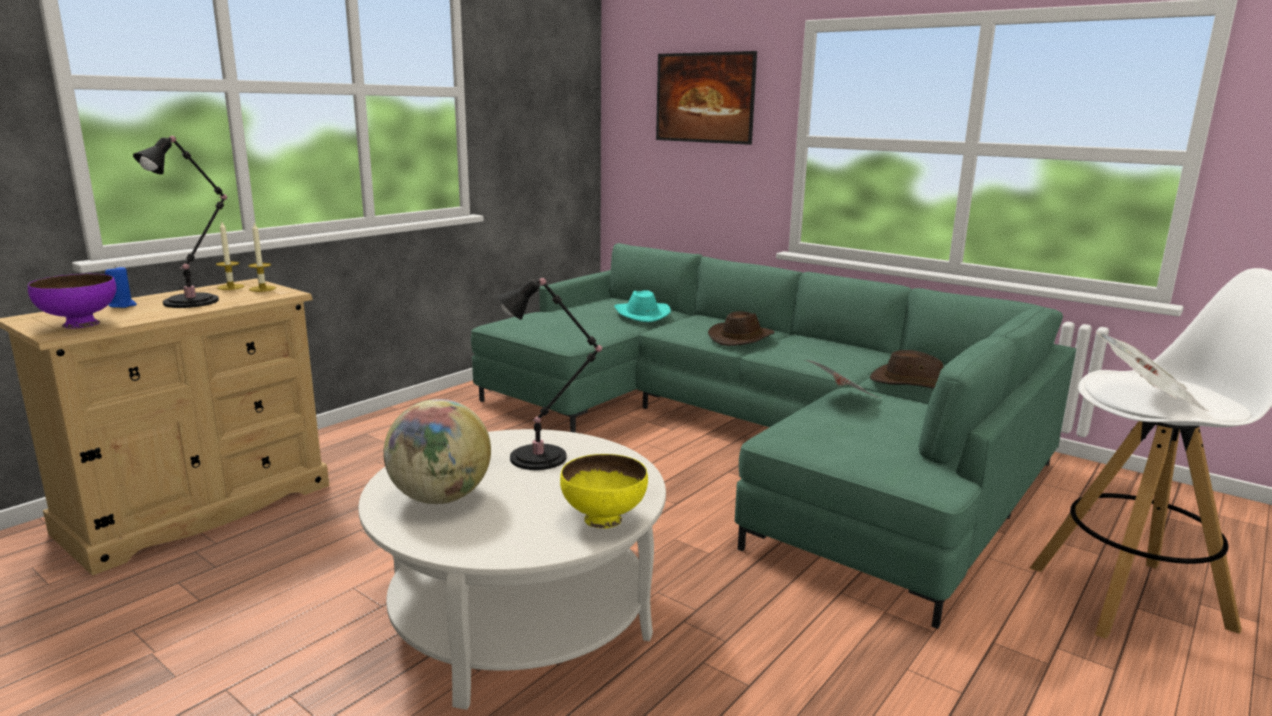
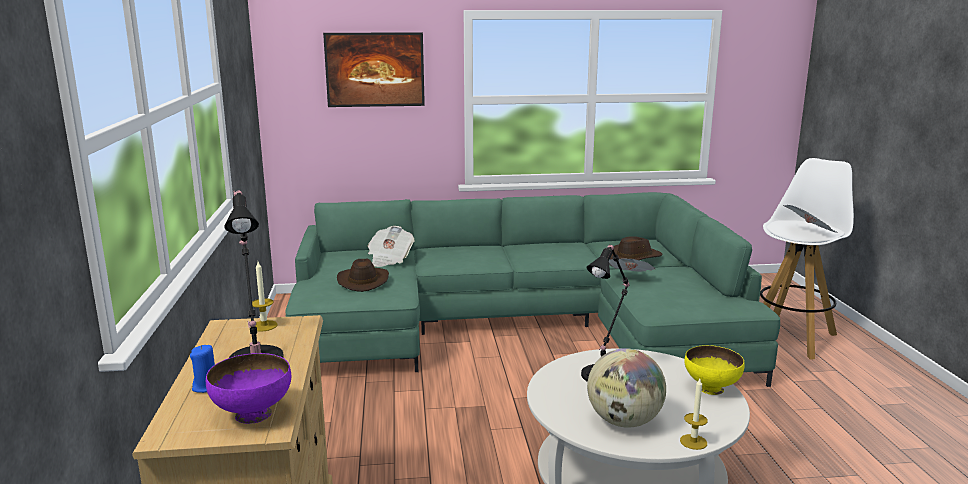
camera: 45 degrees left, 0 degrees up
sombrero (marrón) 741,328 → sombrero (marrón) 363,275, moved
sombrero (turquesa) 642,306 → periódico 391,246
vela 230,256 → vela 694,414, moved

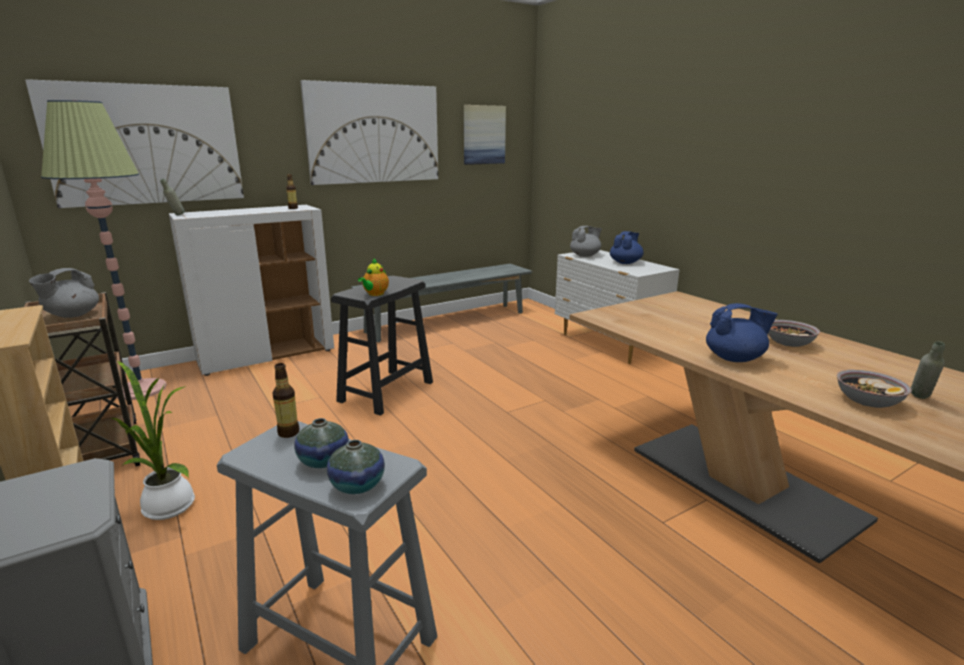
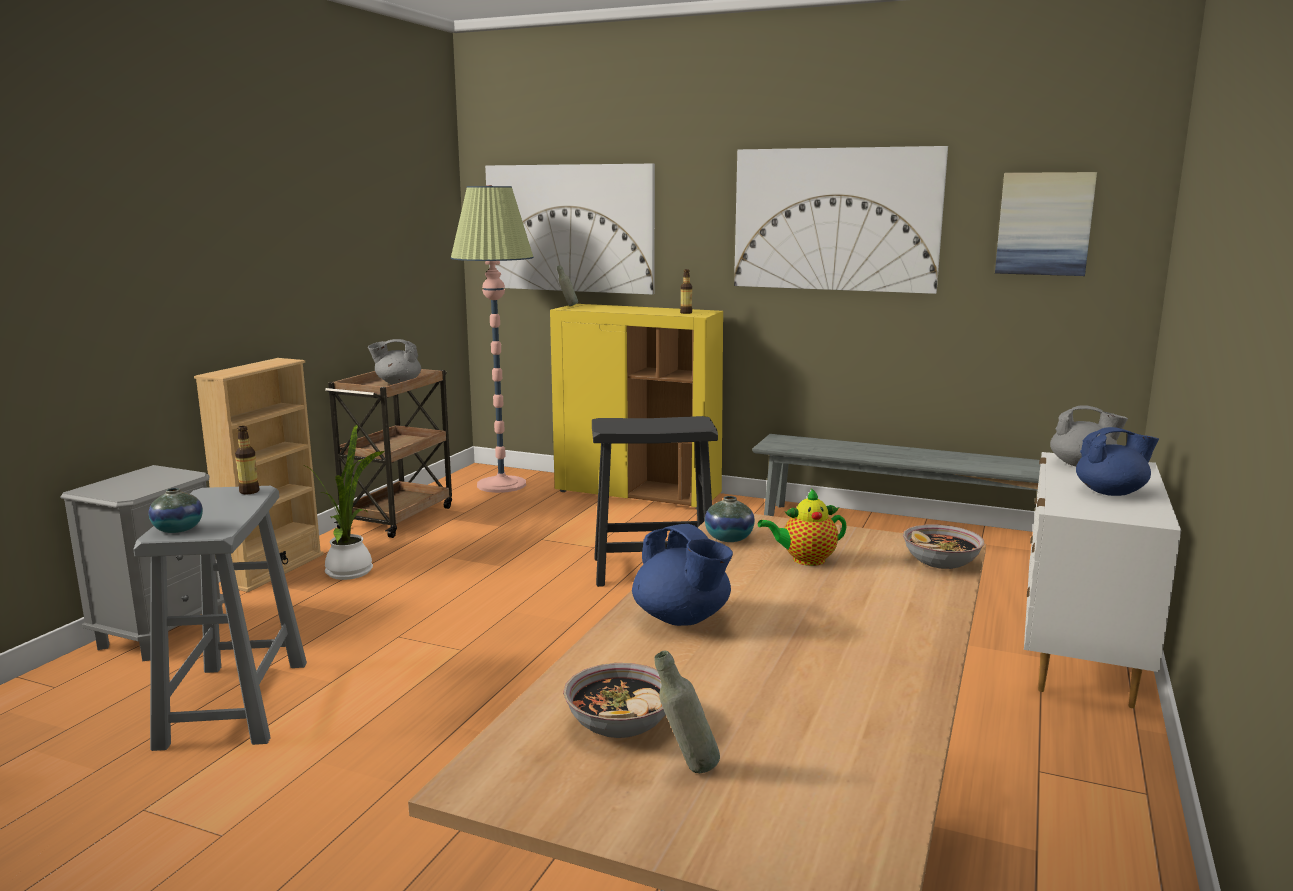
camera: 55 degrees right, 5 degrees down
armario (blanco) 251,290 → armario (amarillo) 636,407
florero 321,443 → florero 730,519, moved
tetera 373,277 → tetera 802,527, moved
cuenco 794,333 → cuenco 943,547, moved

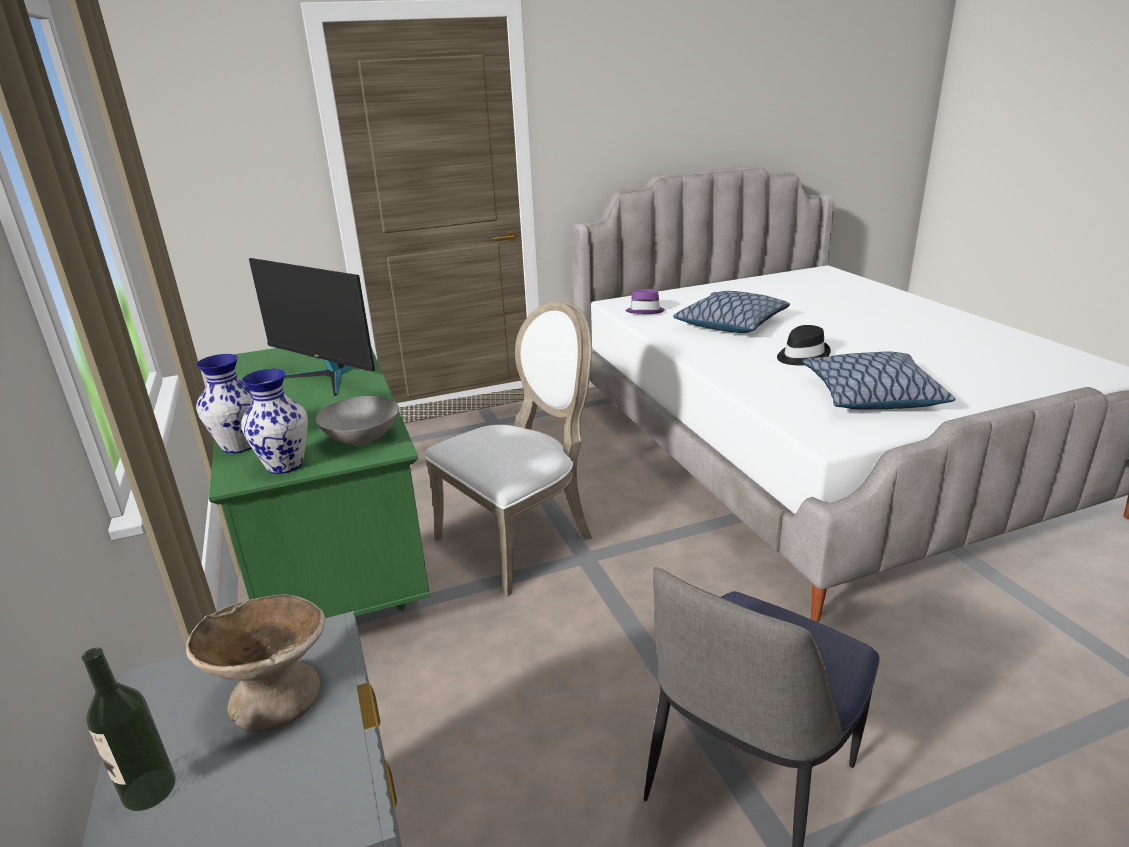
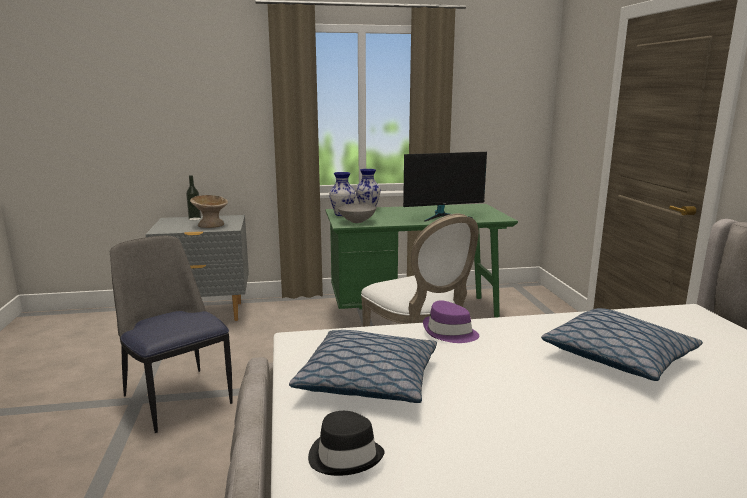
camera: 100 degrees right, 10 degrees down
sombrero (negro) 804,345 → sombrero (negro) 346,443, moved
monitor 312,327 → monitor 445,187, 150 degrees counterclockwise
sombrero (morado) 645,301 → sombrero (morado) 451,321, moved

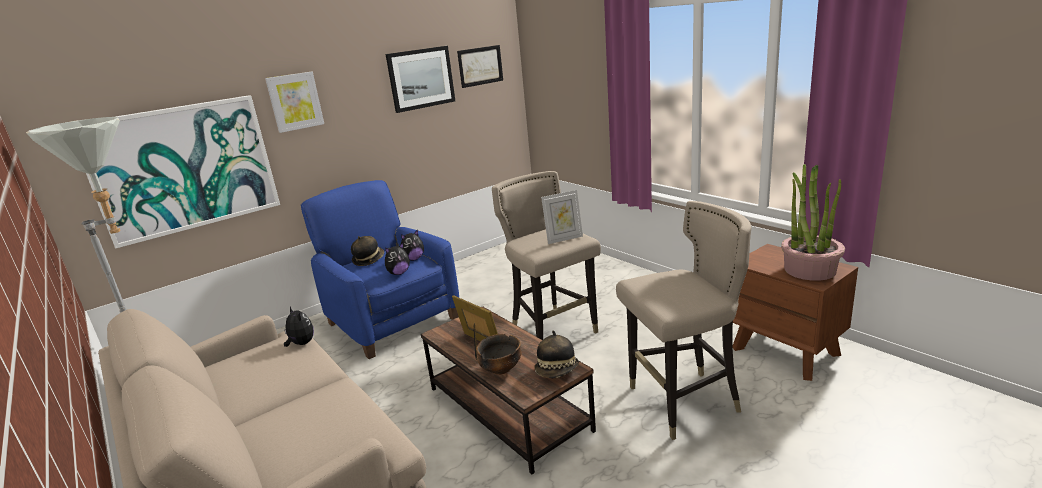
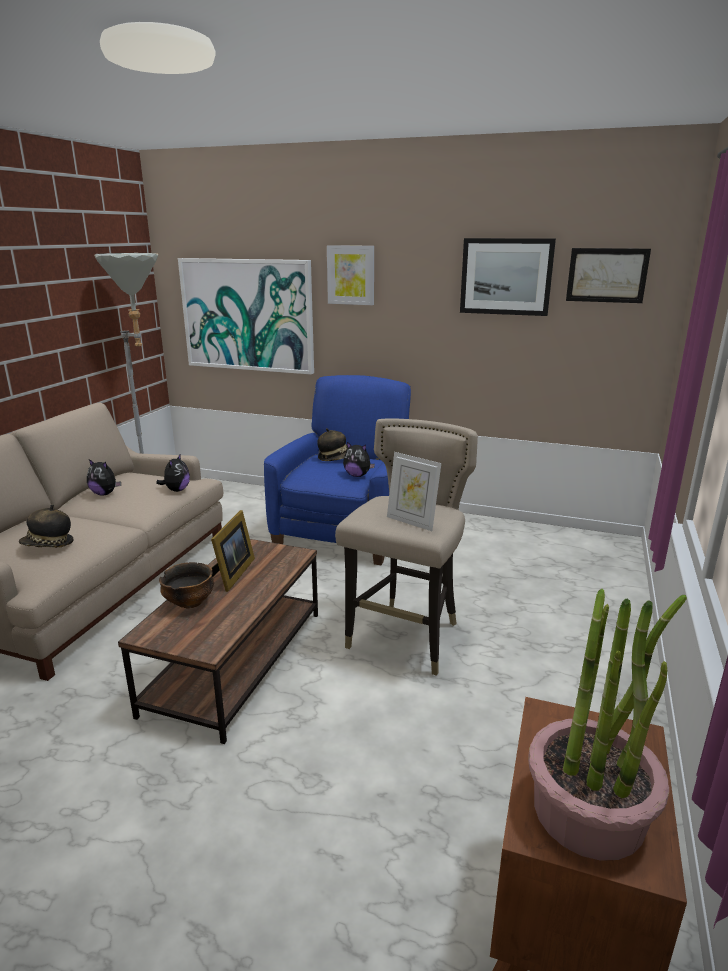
camera: 55 degrees right, 0 degrees up
sombrero 556,354 → sombrero 46,526, moved
peluche 397,259 → peluche 104,477, moved
taburete (beis) 683,320 → -

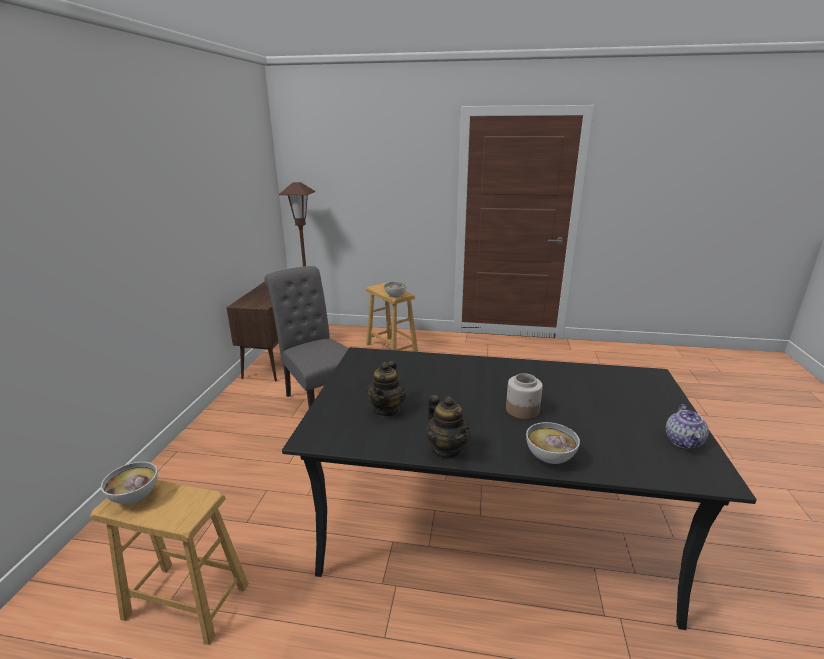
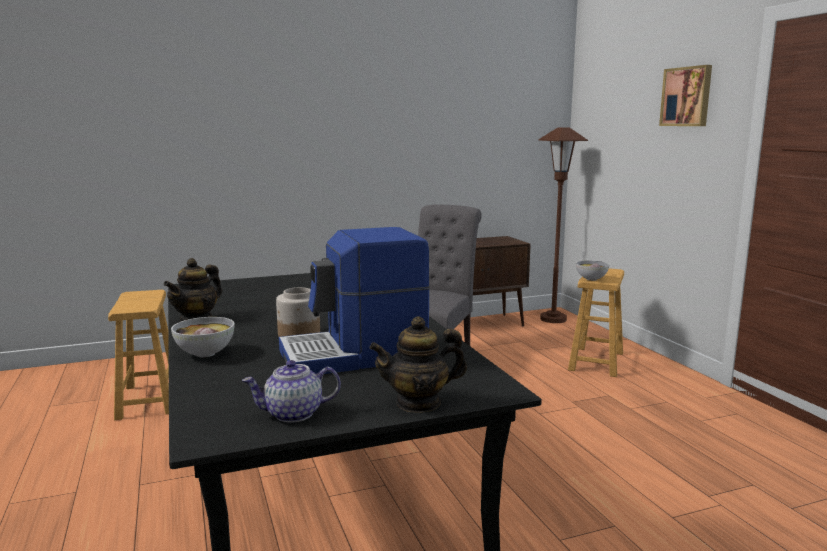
camera: 60 degrees right, 10 degrees down
- → cafetera 354,300
tetera 386,389 → tetera 418,364, moved
- → cuadro 685,95
cuenco 129,483 → -

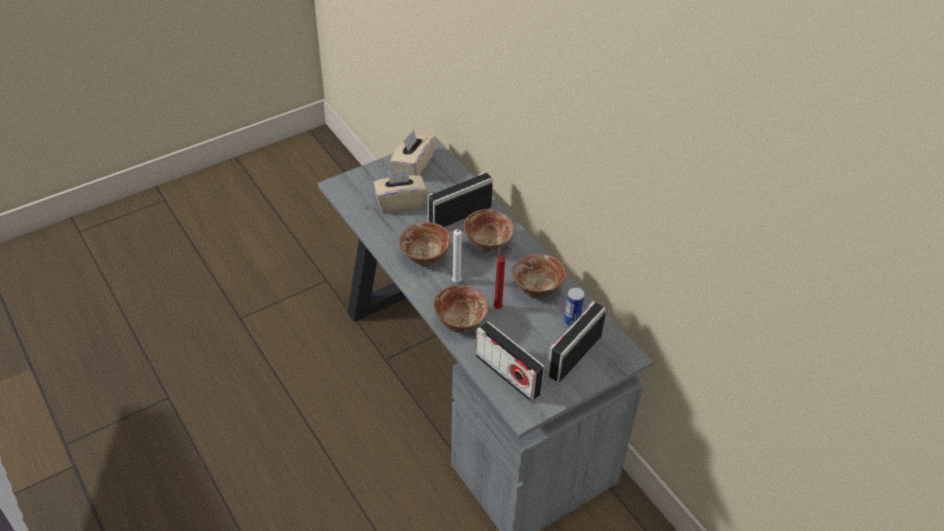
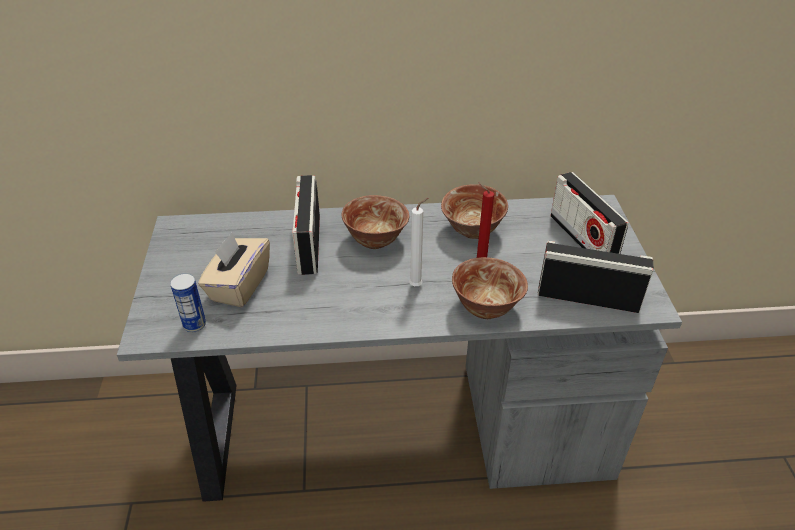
camera: 60 degrees left, 5 degrees down
lata 574,307 → lata 188,302, moved
radio 510,361 → radio 596,277, 150 degrees counterclockwise
caja de pañuelos (beis) 413,152 → -
cuenco 425,244 → -

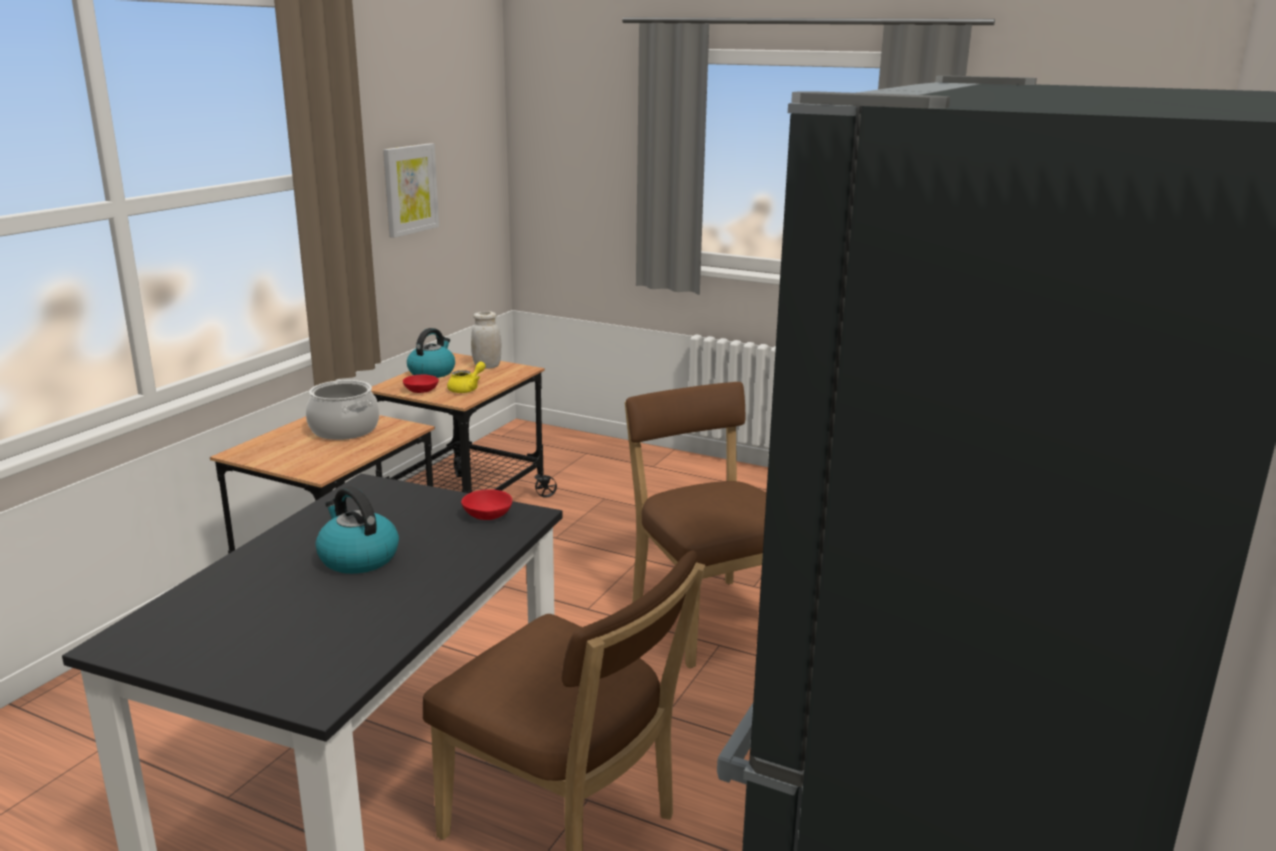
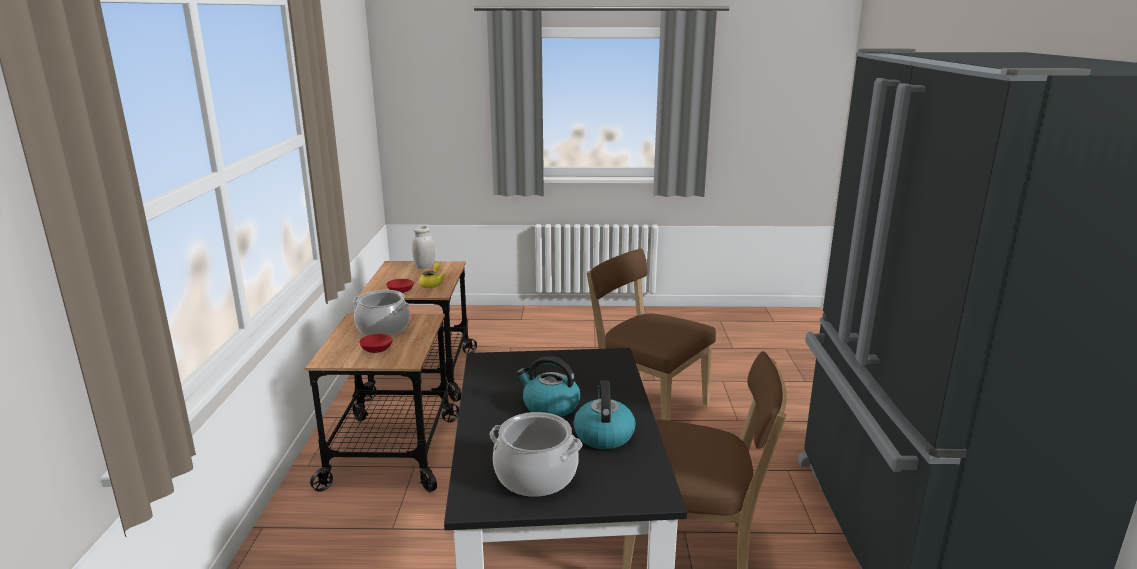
camera: 25 degrees left, 0 degrees up
cuenco (rojo) 486,504 → cuenco (rojo) 375,343, moved
- → olla 536,454
hervidor 431,353 → hervidor 604,414, moved
cuadro 411,190 → -

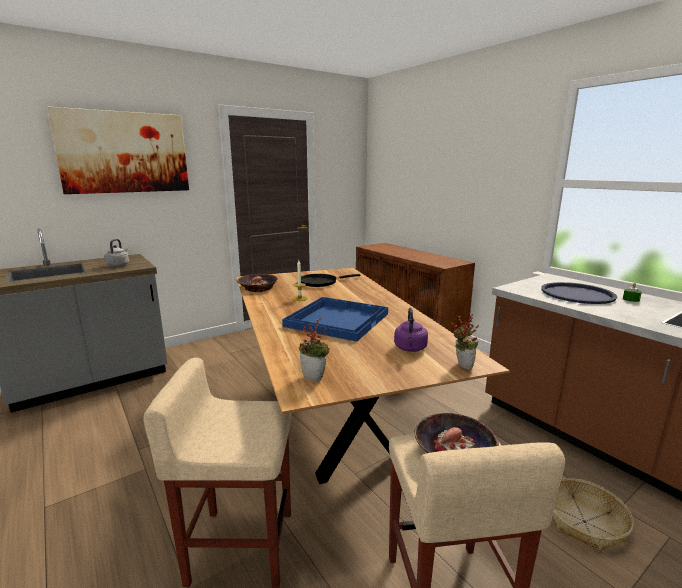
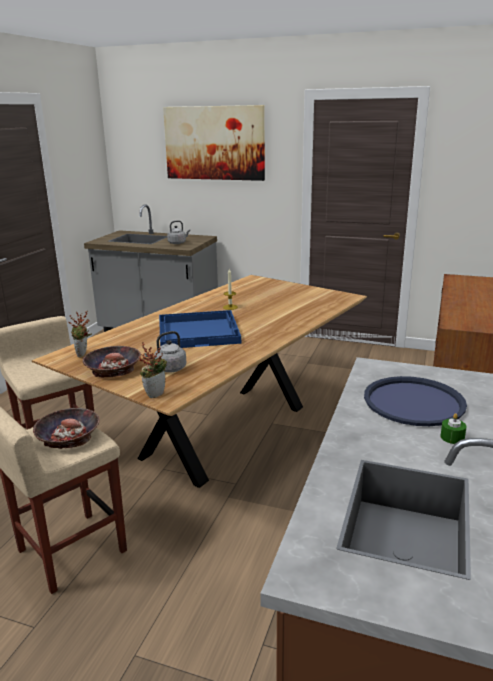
camera: 55 degrees right, 5 degrees up
cuenco 257,283 → cuenco 111,361, moved
hervidor (morado) 411,330 → hervidor (gris) 165,352
sartén (negro) 331,280 → -
cesta 593,515 → -

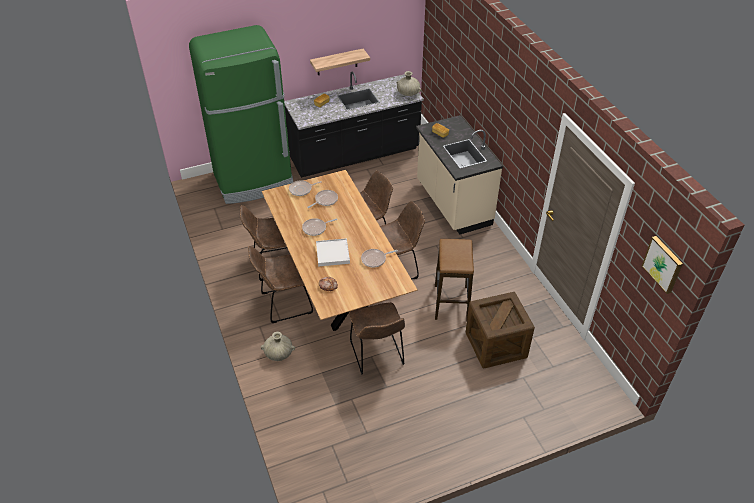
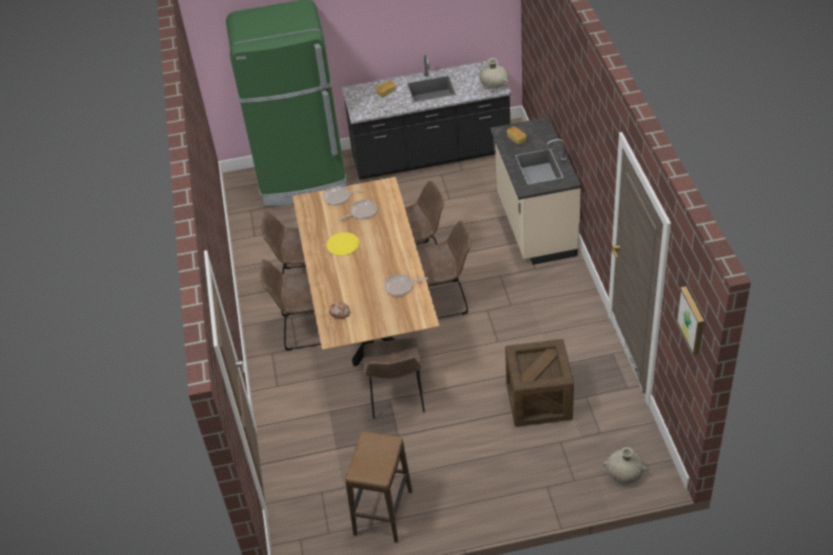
camera: 15 degrees right, 0 degrees up
sartén 319,227 → plato (amarillo) 342,244
taburete 454,280 → taburete 378,487, moved
florero (beis) 278,346 → florero (beis) 625,465, moved
estante 340,62 → -
bandeja (blanco) 333,252 → -

